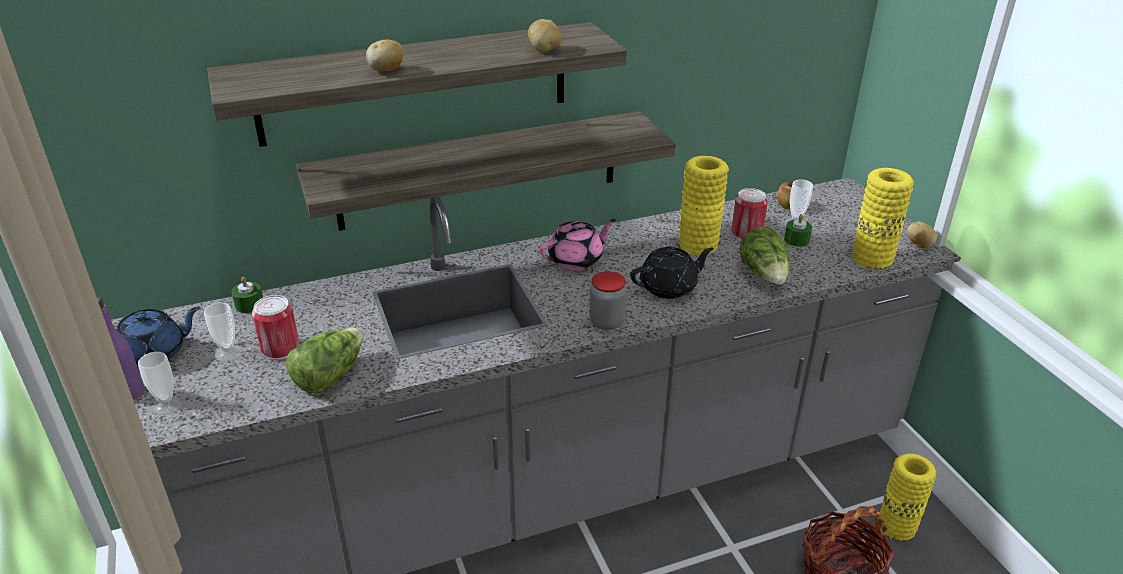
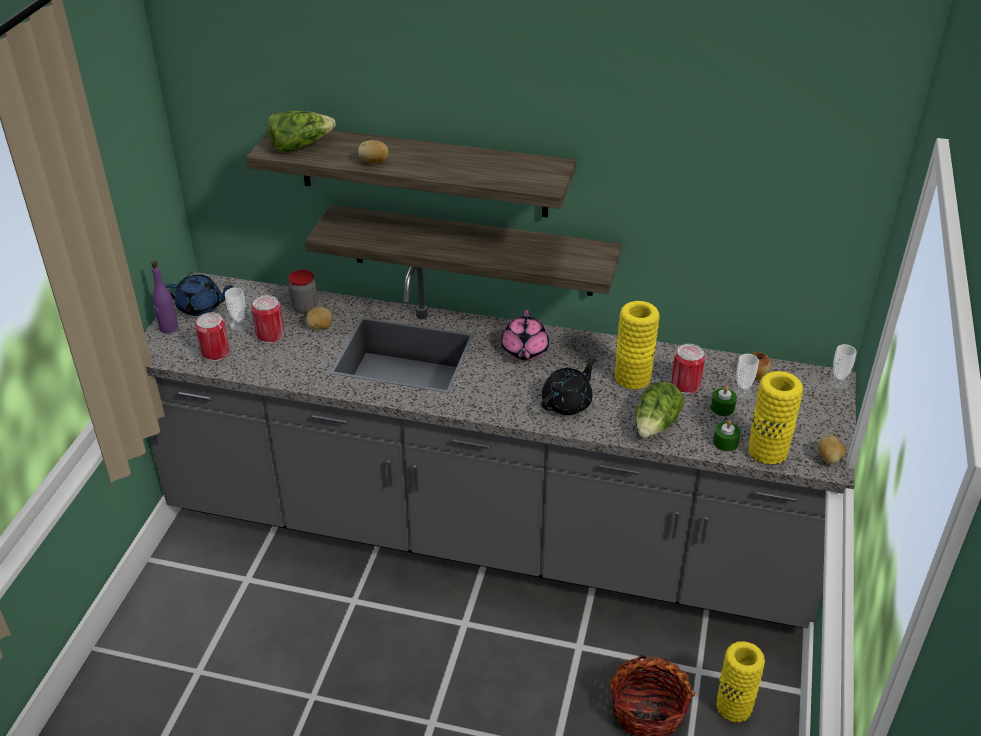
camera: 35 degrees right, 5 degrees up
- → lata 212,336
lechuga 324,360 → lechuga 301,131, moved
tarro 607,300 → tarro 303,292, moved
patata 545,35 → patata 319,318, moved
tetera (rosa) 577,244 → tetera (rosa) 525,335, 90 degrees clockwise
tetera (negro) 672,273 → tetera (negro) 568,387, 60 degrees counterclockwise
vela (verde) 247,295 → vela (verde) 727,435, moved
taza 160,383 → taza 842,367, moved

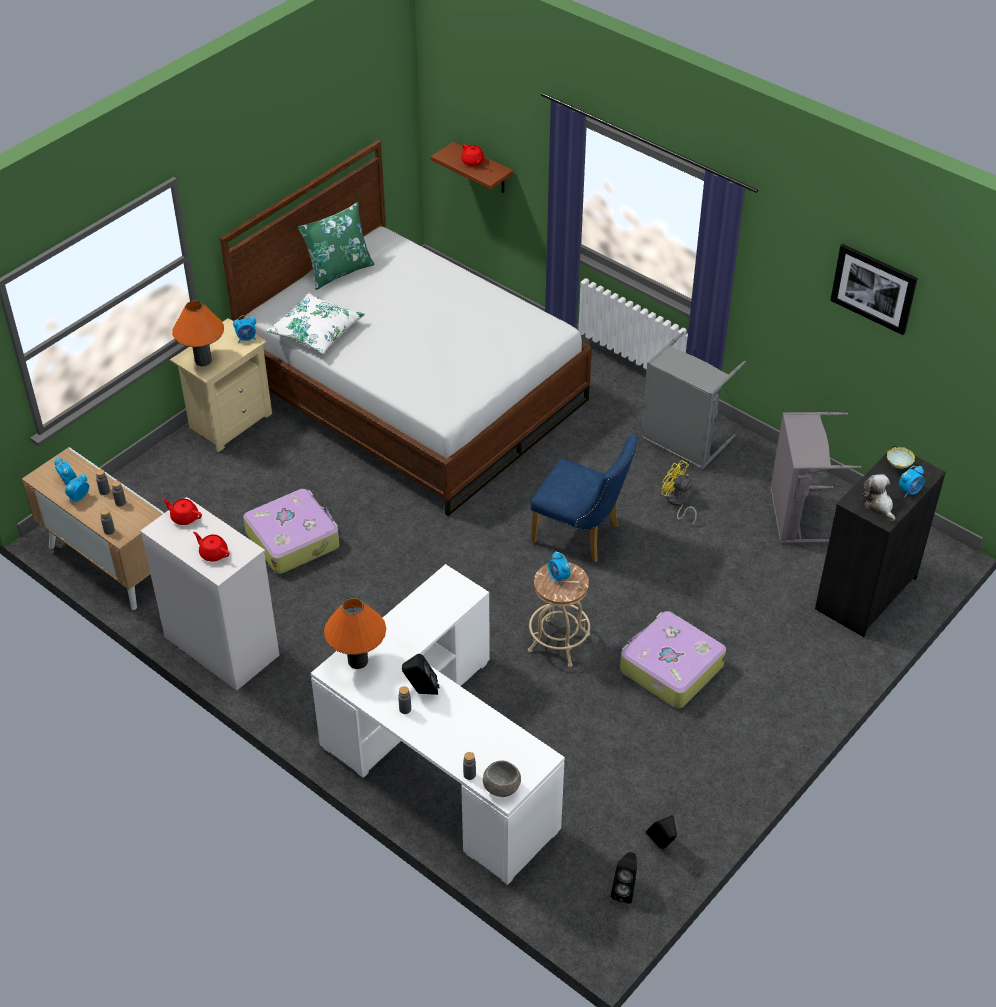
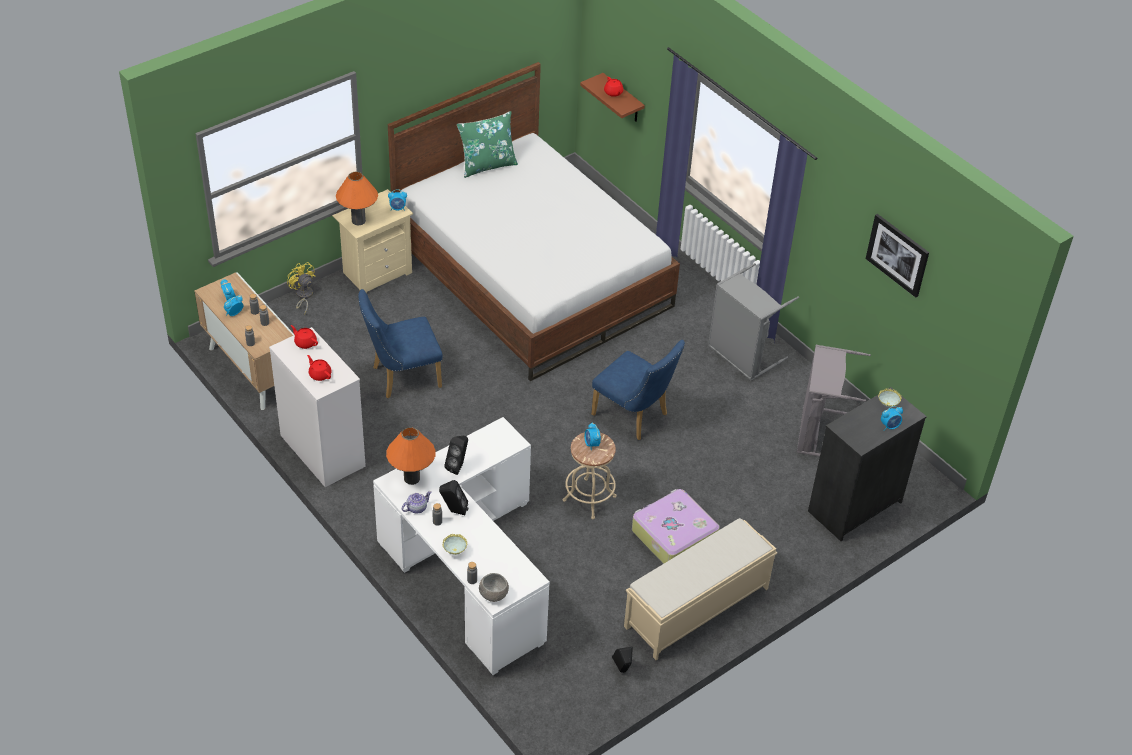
camera: 10 degrees right, 0 degrees up
ventilador (amarillo) 679,493 → ventilador (amarillo) 301,288, moved
maleta 291,531 → silla (azul) 400,343
- → tetera 416,502
- → cuenco 454,544
altavoz (negro) 624,878 → altavoz (negro) 456,455, moved
- → banco (beis) 700,589
cojín (blanco) 315,323 → -
peluche 878,497 → -

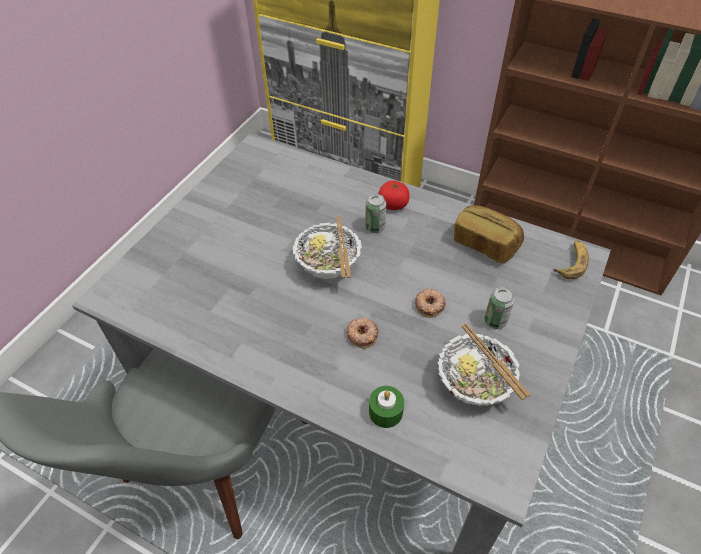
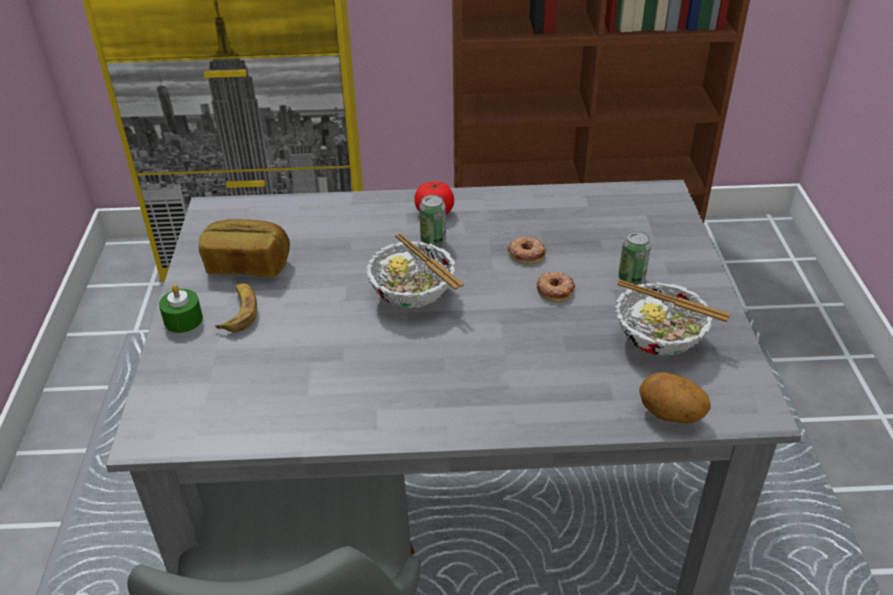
camera: 30 degrees left, 10 degrees down
vela (verde) 386,407 → vela (verde) 181,308, moved
pan 489,234 → pan 244,248, moved
plátano 571,260 → plátano 236,307, moved
rosquilla 362,333 → rosquilla 526,250, moved
- → patata 675,397

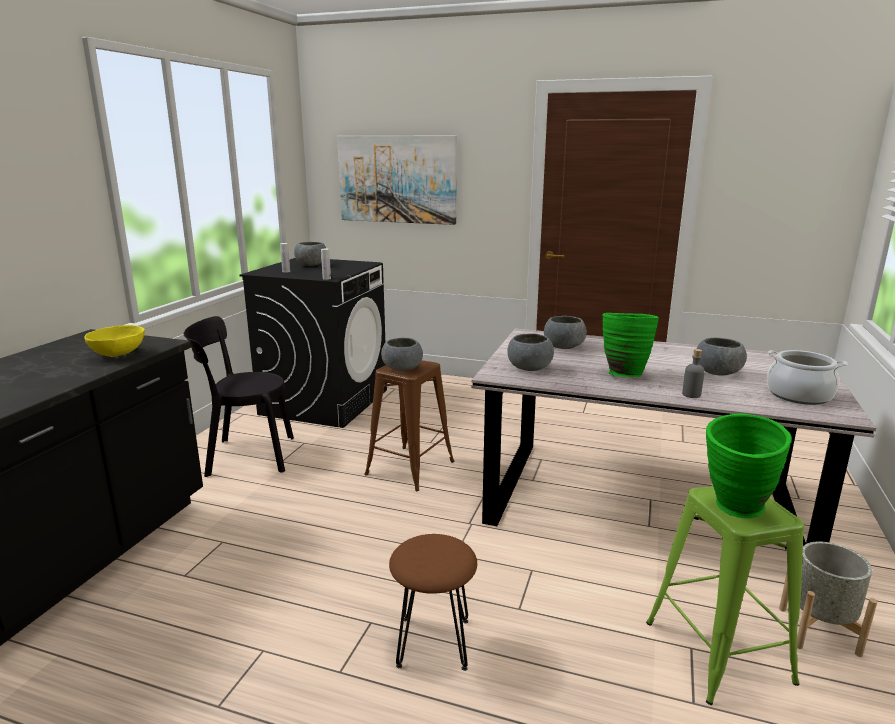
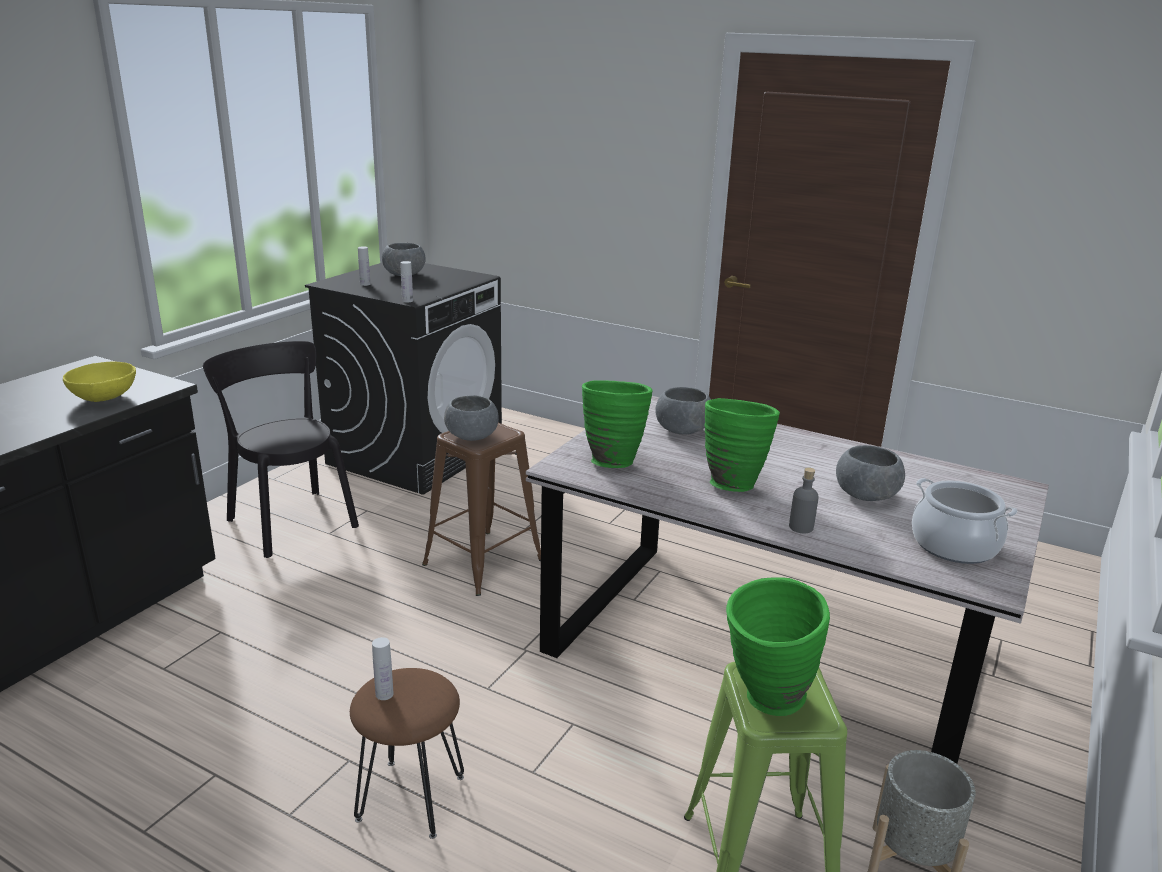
camera: 10 degrees right, 5 degrees up
silla (negro) 239,396 → silla (negro) 281,449, 45 degrees clockwise
- → botella (blanco) 383,668
cuenco (gris) 530,352 → florero (verde) 617,424
cuadro 397,180 → -

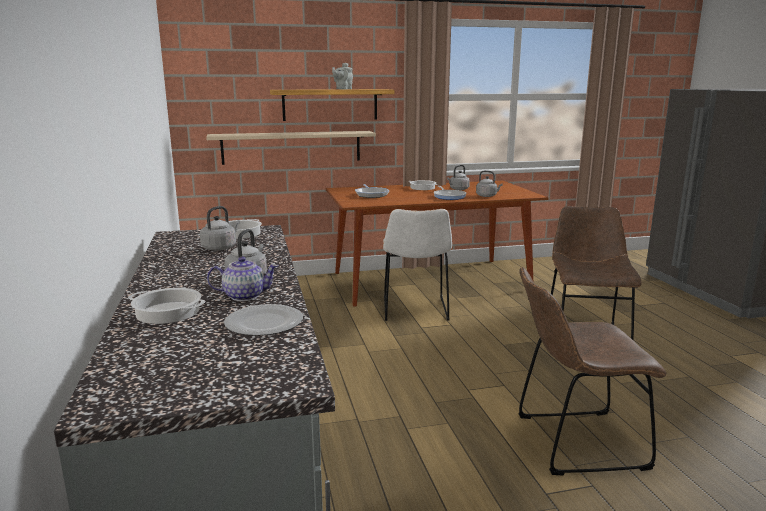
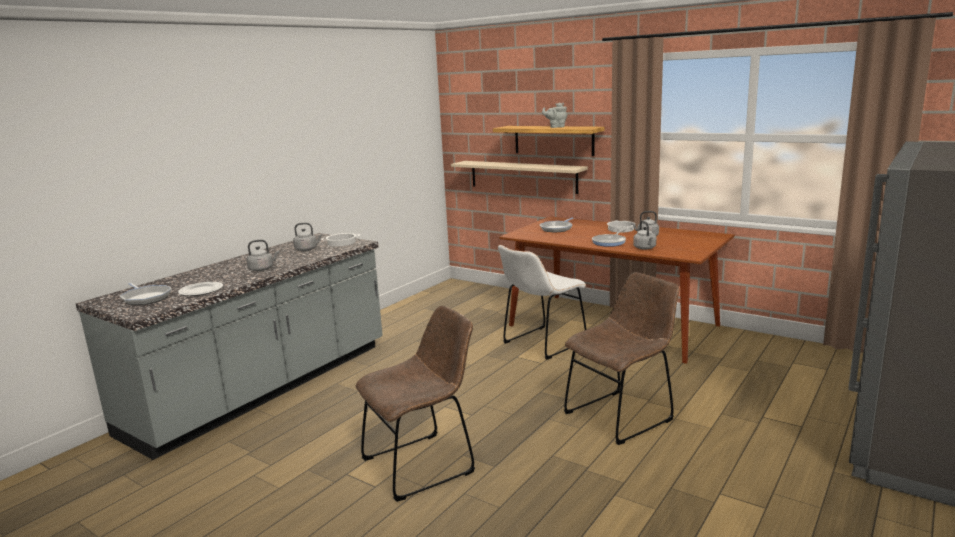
camera: 50 degrees right, 0 degrees up
- → sartén 146,294
silla (marrón) 592,371 → silla (marrón) 415,404, 105 degrees clockwise
olla 166,306 → -
tetera 243,279 → -

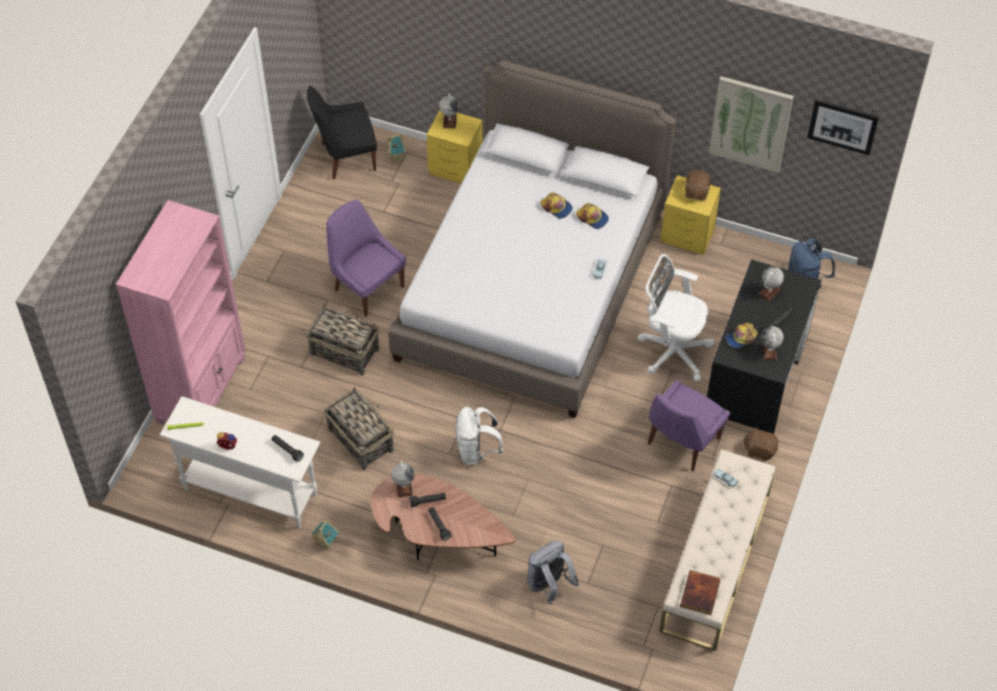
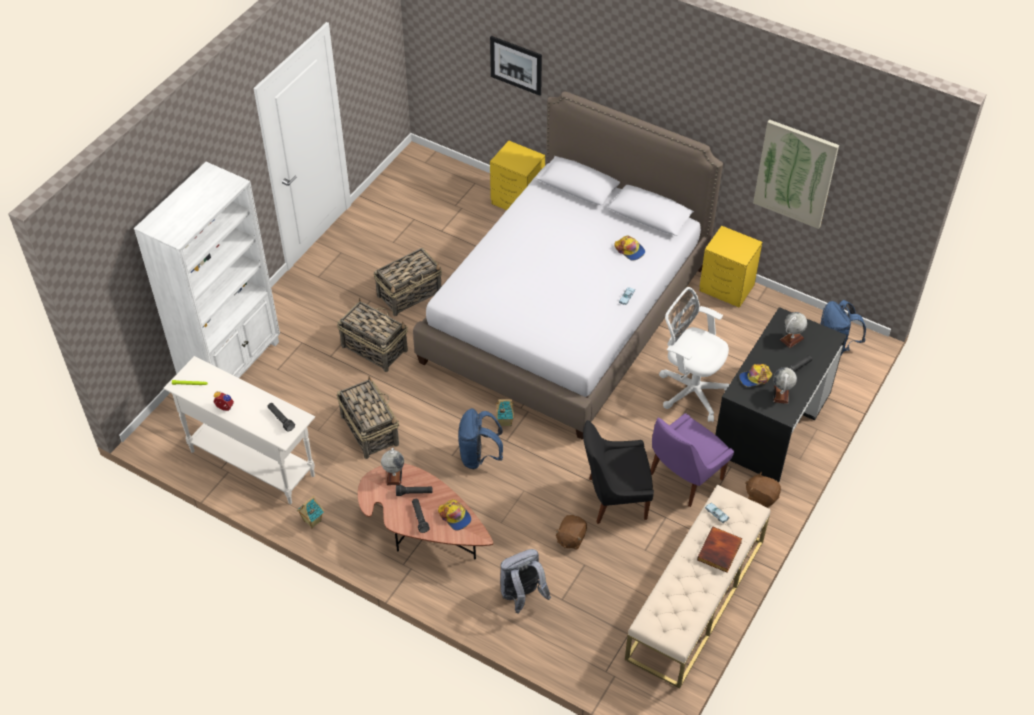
camera: 10 degrees right, 5 degrees down
estantería (rosa) 181,312 → estantería (blanco) 207,270
silla (morado) 366,258 → cesta 408,282
gorra 556,205 → gorra 455,514, moved
mochila (blanco) 479,436 → mochila (azul) 480,439
cuadro 843,127 → cuadro 516,66, moved
casita 396,148 → casita 505,412, moved
peluche (marrón) 697,185 → peluche (marrón) 571,532, moved
silla (negro) 342,133 → silla (negro) 618,472, moved
libro 700,592 → libro 719,550, moved
globo terráqueo 449,111 → -

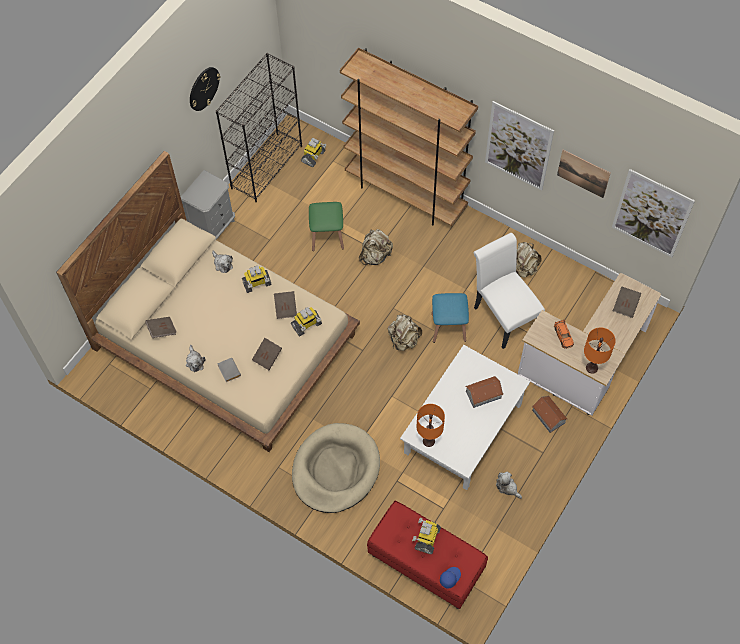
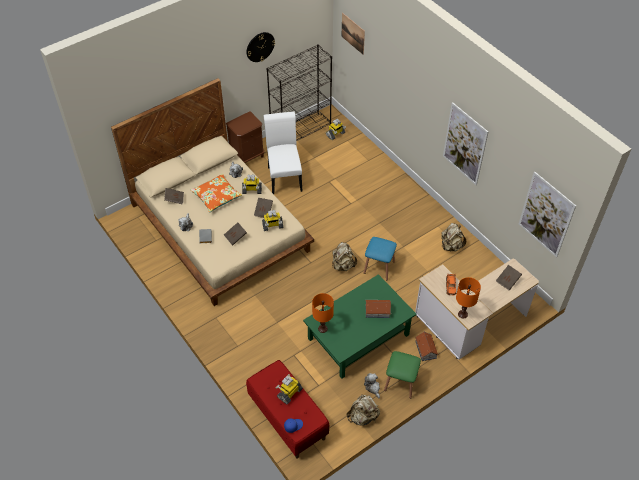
camera: 20 degrees right, 10 degrees down
- → cojín (naranja) 216,193
mesita de noche (gris) 208,205 → mesita de noche (marrón) 245,137
silla (blanco) 509,291 → silla (blanco) 283,153, moved
mesa de centro (blanco) 465,417 → mesa de centro (verde) 359,326
cuadro 583,174 → cuadro 353,34, moved
mochila (beis) 376,247 → mochila (beis) 363,410, moved
taburete (verde) 326,226 → taburete (verde) 402,375, moved
cama para perro (beis) 336,468 → -
estantería (marrón) 409,136 → -

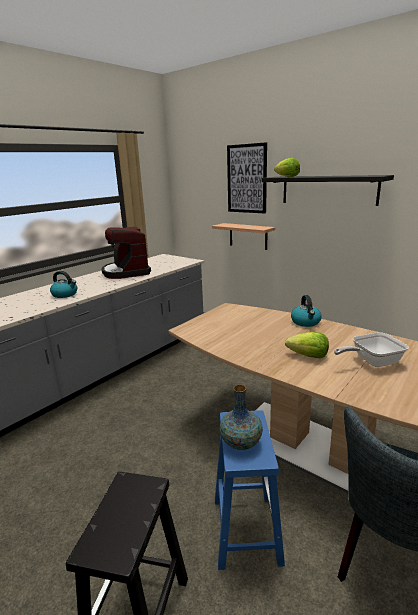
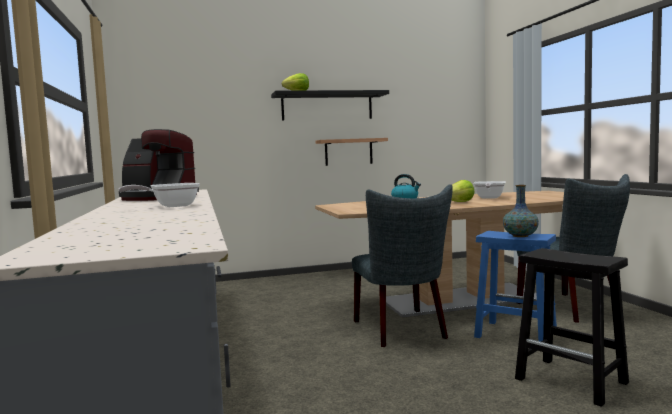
camera: 55 degrees left, 15 degrees down
hervidor 63,284 → sartén 159,195
estante 243,236 → estante 352,152, moved
- → silla (gris) 402,265
cuadro 247,178 → -

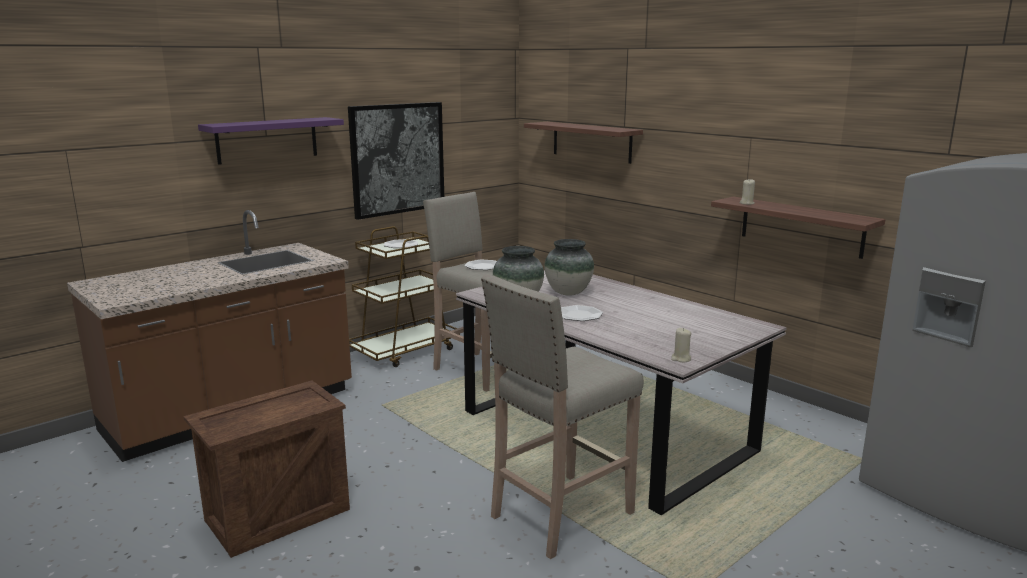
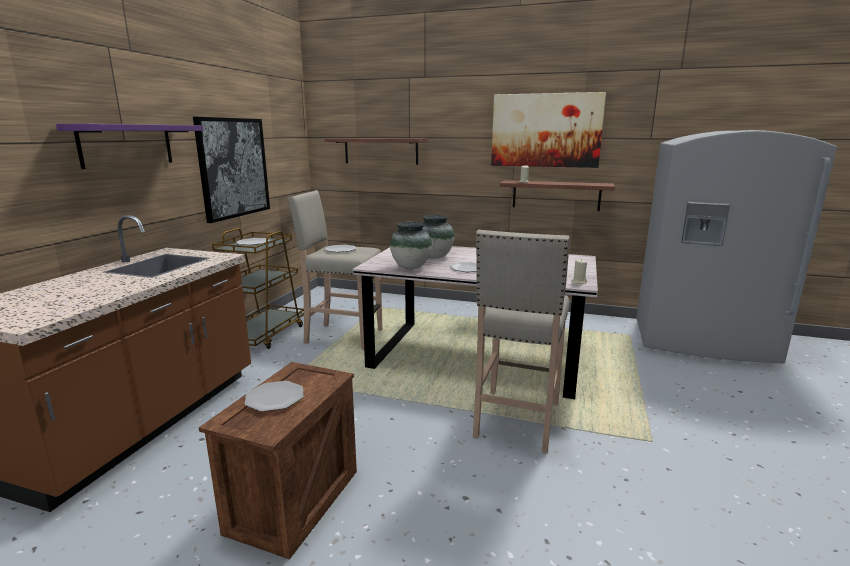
camera: 30 degrees left, 0 degrees up
- → plato 274,396
- → cuadro 548,130

